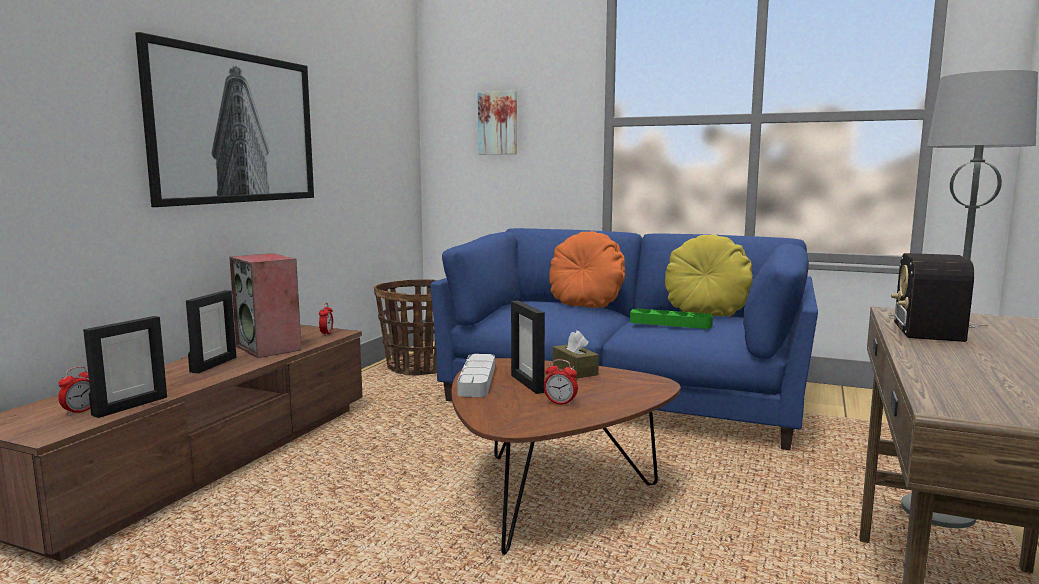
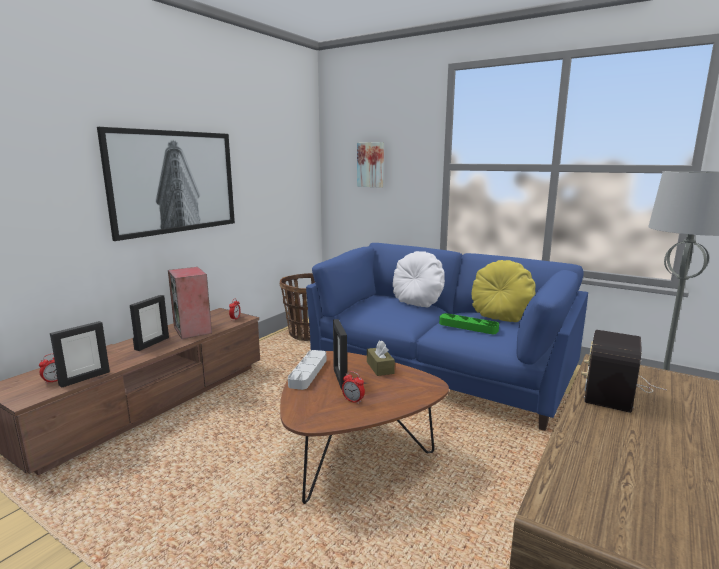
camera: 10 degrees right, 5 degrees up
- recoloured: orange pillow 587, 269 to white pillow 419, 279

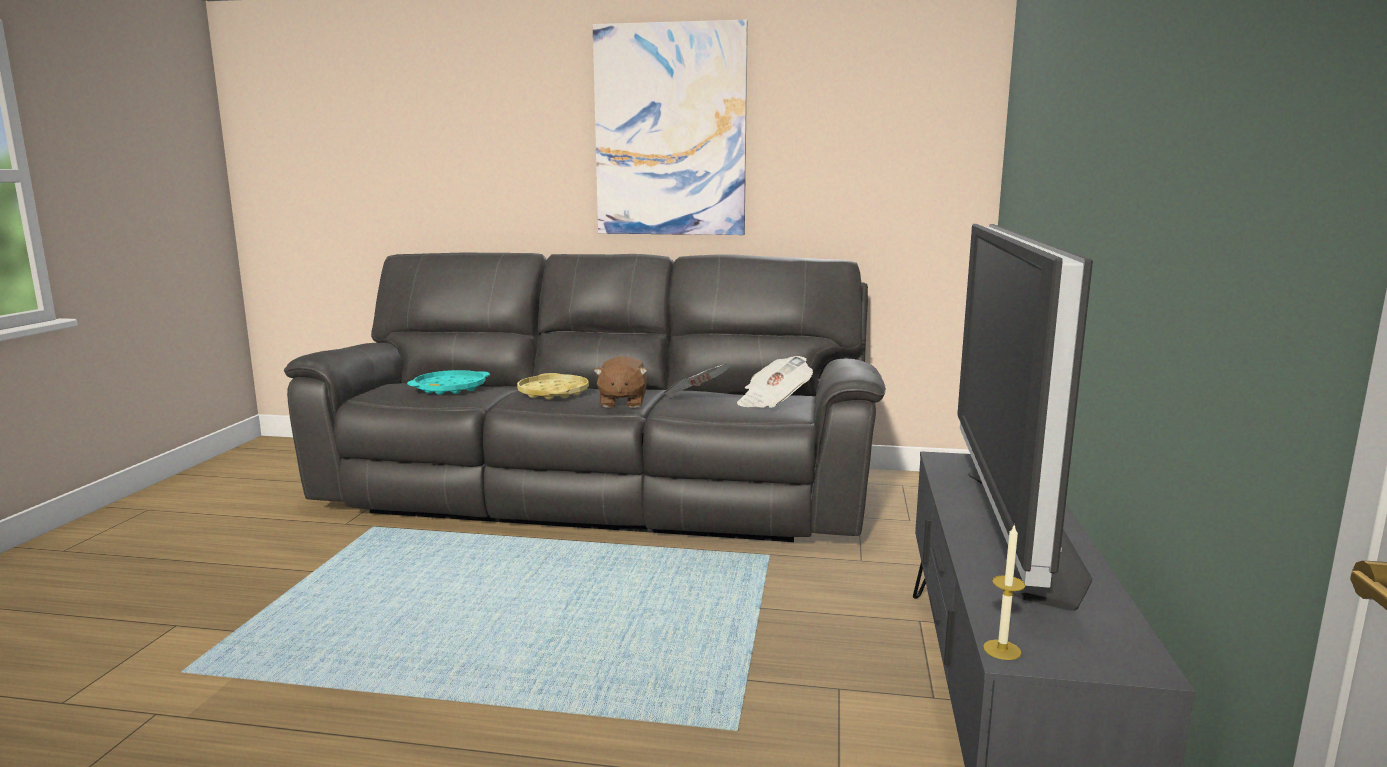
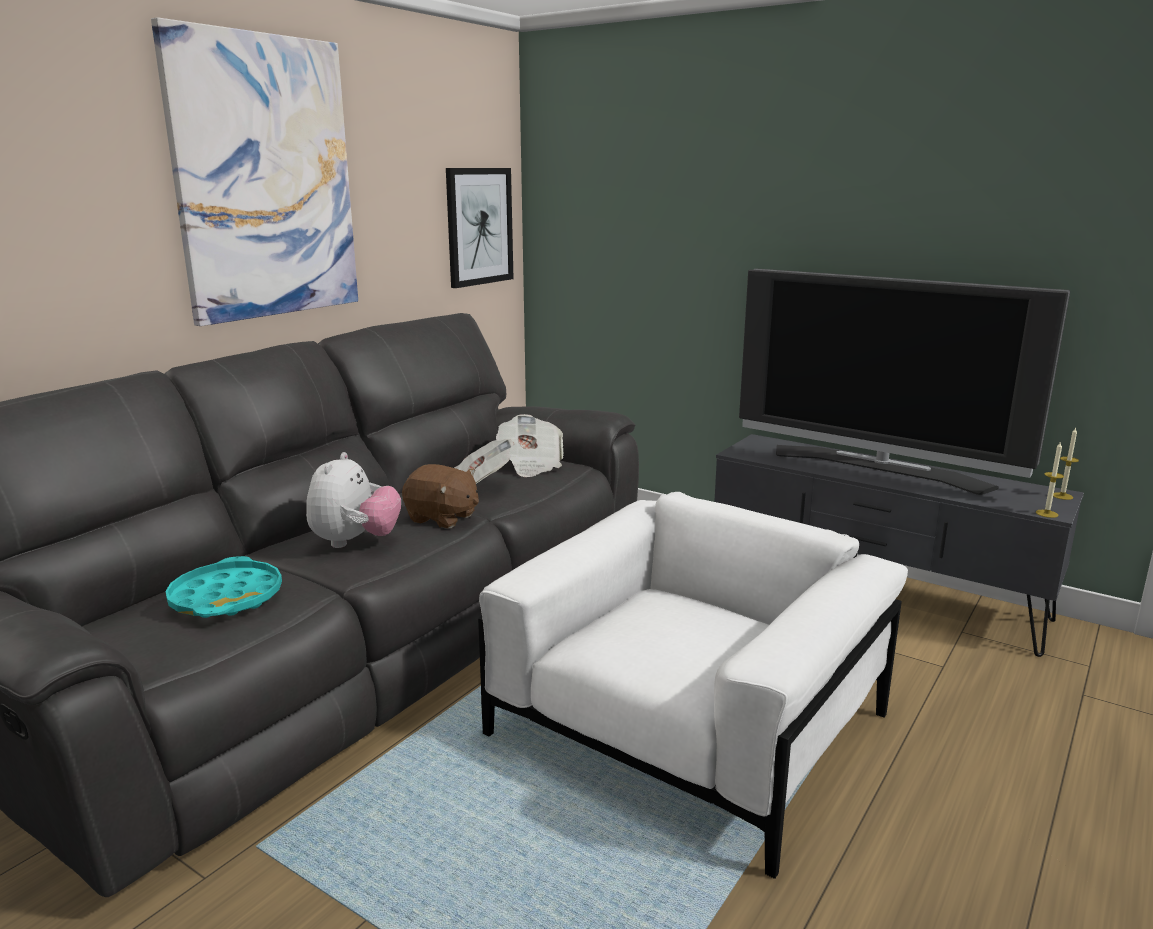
camera: 65 degrees left, 5 degrees up
- replaced: yellow tray 553, 386 to plush toy 353, 500
- added: picture 480, 228
- added: white armchair 693, 685
- added: candle 1066, 463

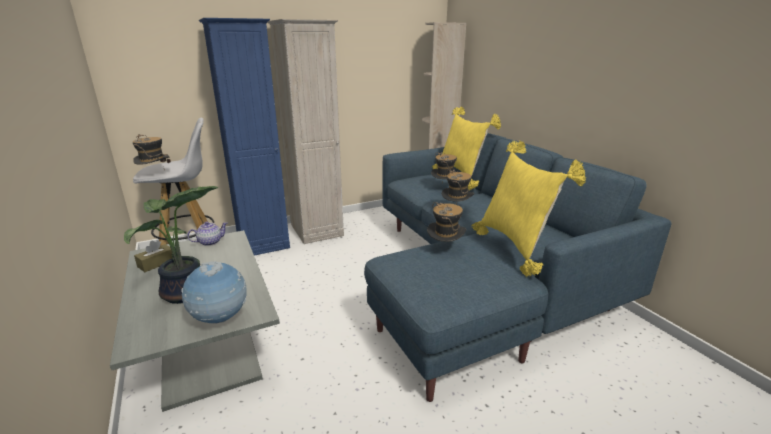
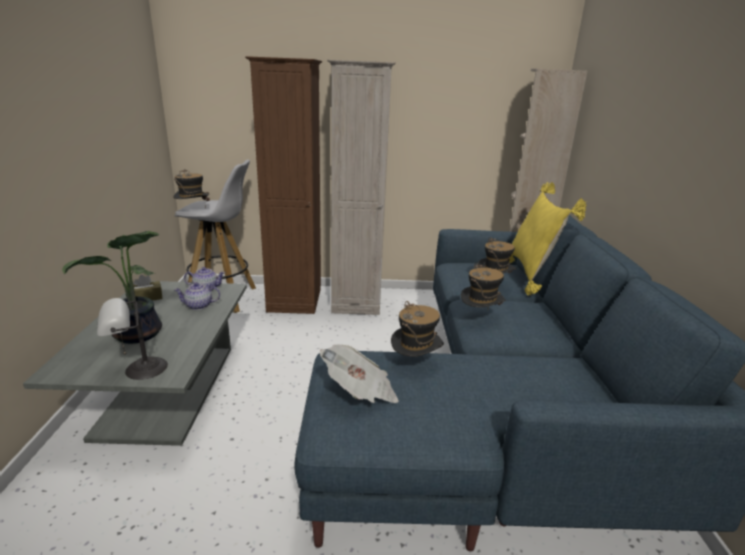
camera: 25 degrees right, 0 degrees up
- replaced: globe 214, 292 to table lamp 132, 339
- added: teapot 197, 296
- recoloured: blue cabinet 244, 137 to brown cabinet 283, 185
- added: newspaper 359, 374
- removed: yellow pillow 528, 208

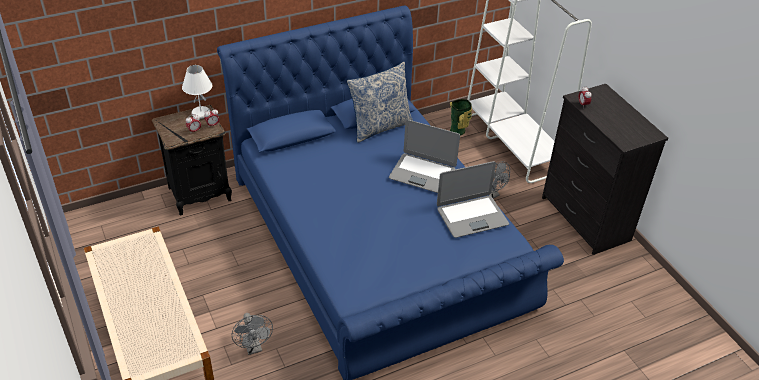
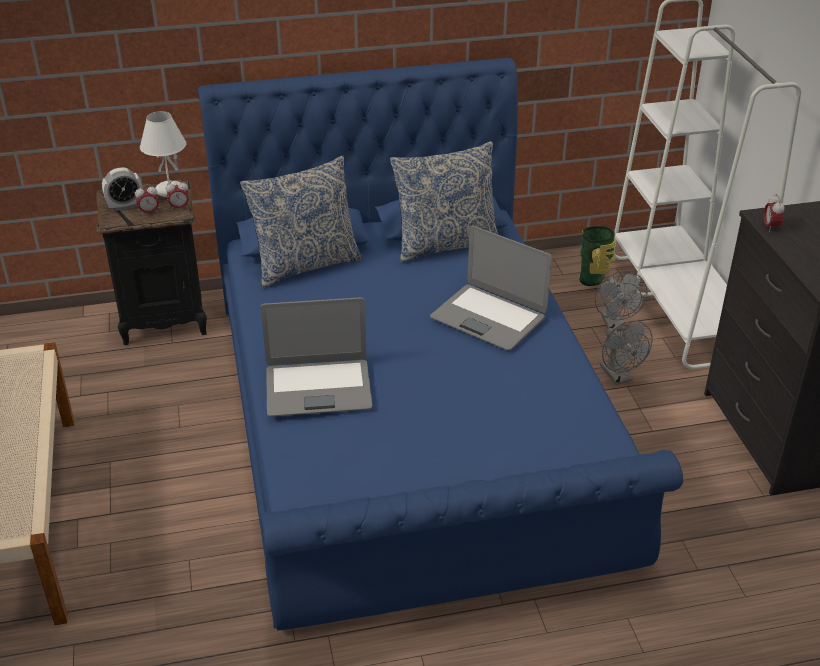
camera: 15 degrees right, 5 degrees down
- added: alarm clock 122, 189
- added: pillow 301, 221
- moved: laptop 473, 199 to 316, 357
- moved: grey fan 252, 334 to 621, 301

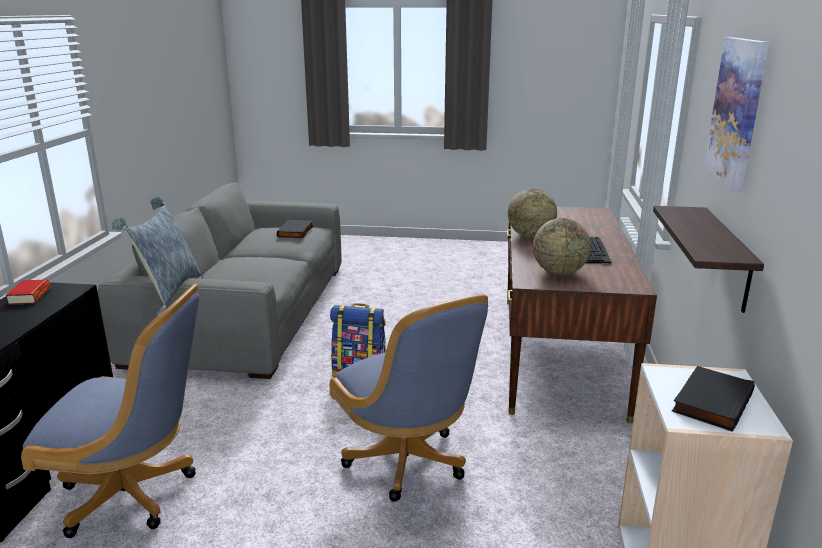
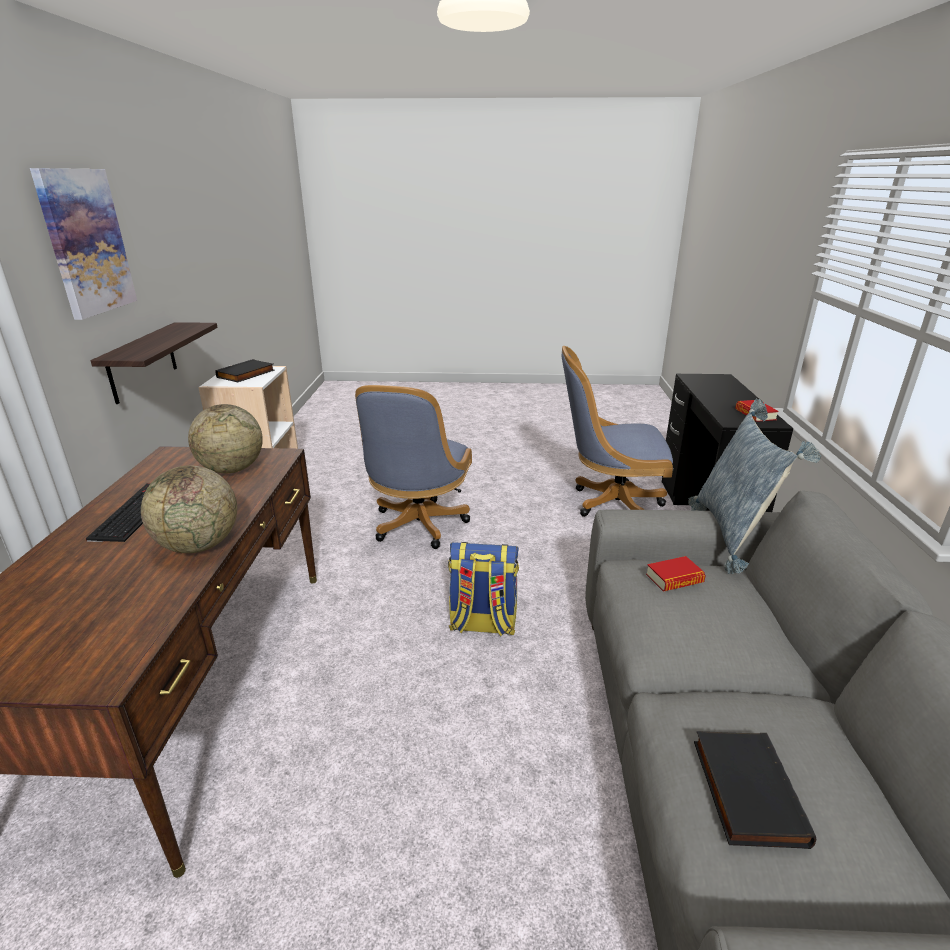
camera: 175 degrees right, 5 degrees up
- turned: blue office chair 408, 398 = 413, 467 135 degrees counterclockwise
- added: book 676, 574

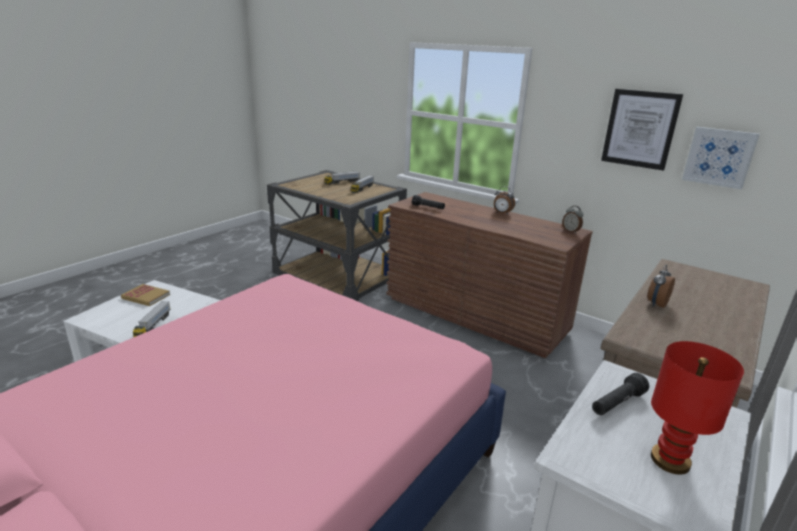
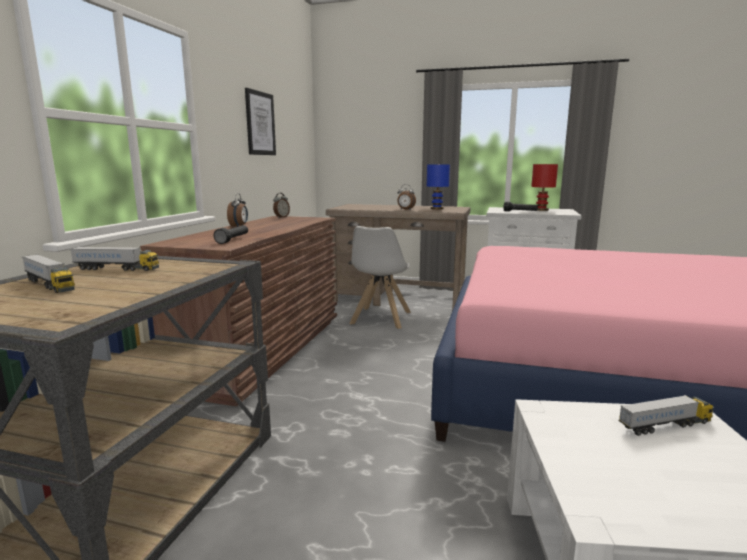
camera: 110 degrees left, 10 degrees down
- added: chair 380, 277
- added: blue table lamp 438, 186
- removed: book 145, 295
- removed: picture 721, 158

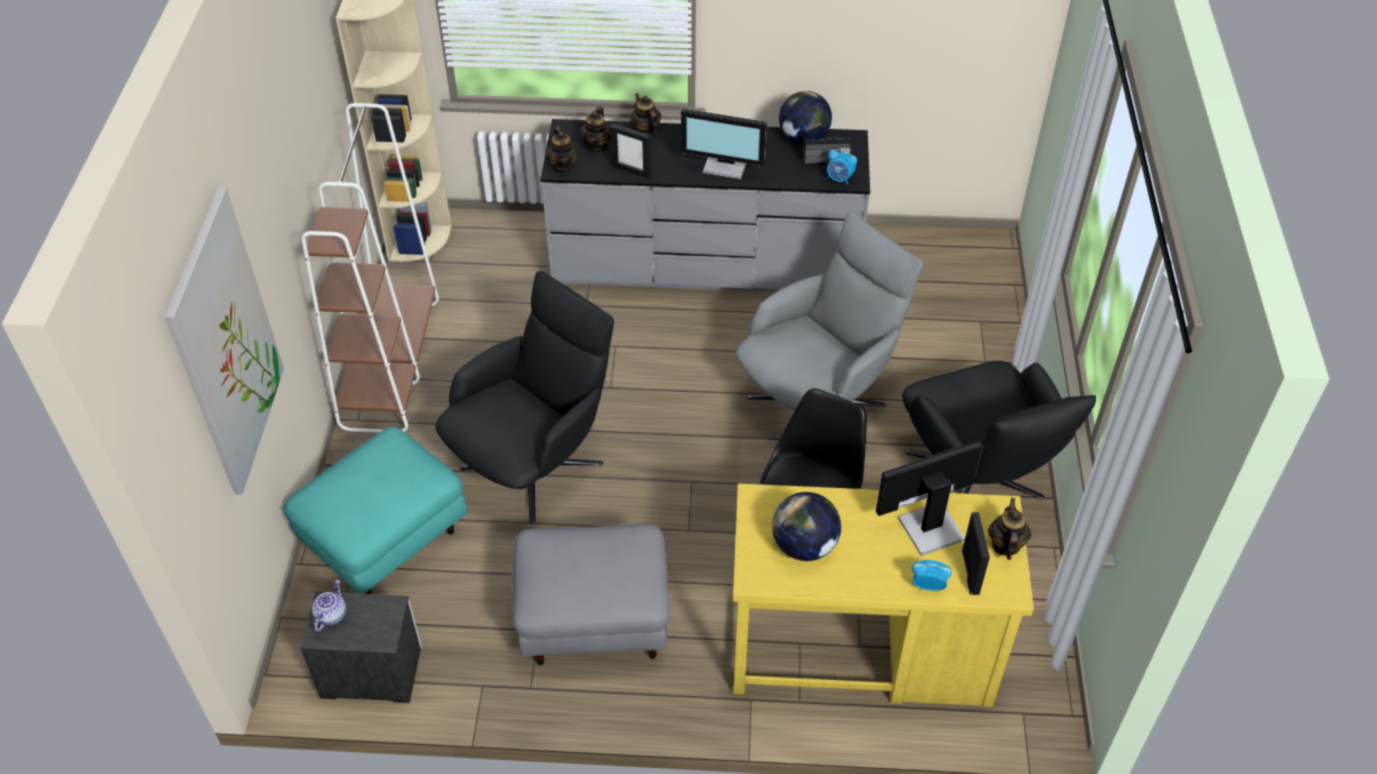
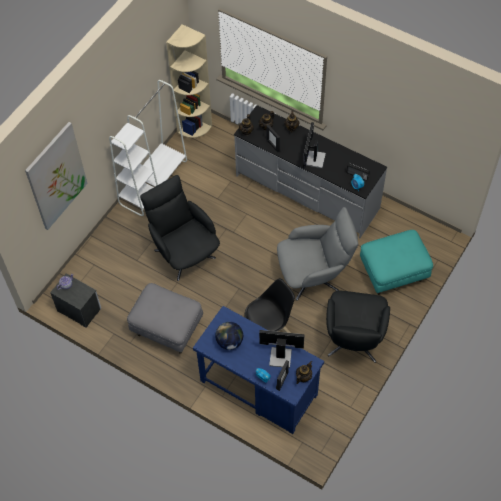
camera: 30 degrees right, 10 degrees up
- recoloured: brown clothes rack 370, 268 to white clothes rack 148, 148
- turned: black armchair 524, 397 = 180, 228 105 degrees counterclockwise
- recoloured: yellow desk 883, 595 to blue desk 258, 370
- turned: monitor 724, 143 = 314, 145 60 degrees clockwise
- moved: turquoise ottoman 375, 510 to 396, 262
- removed: globe 805, 118

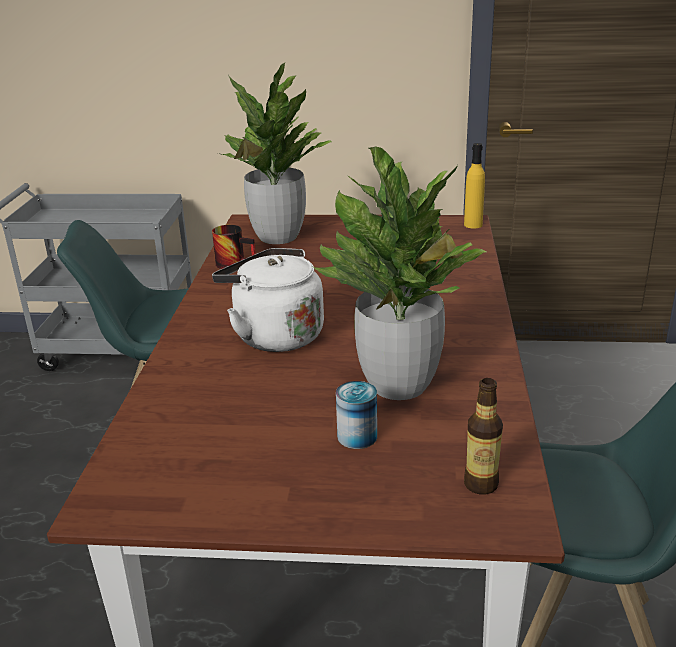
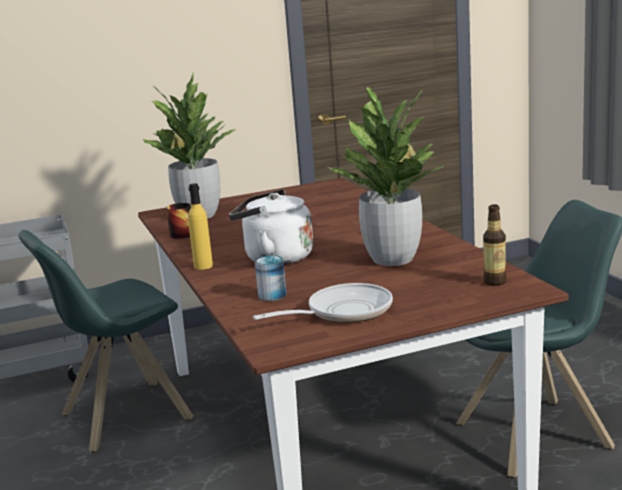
camera: 25 degrees left, 10 degrees down
- moved: yellow bottle 474, 186 to 200, 226
- added: frying pan 323, 303
- moved: can 356, 415 to 271, 278

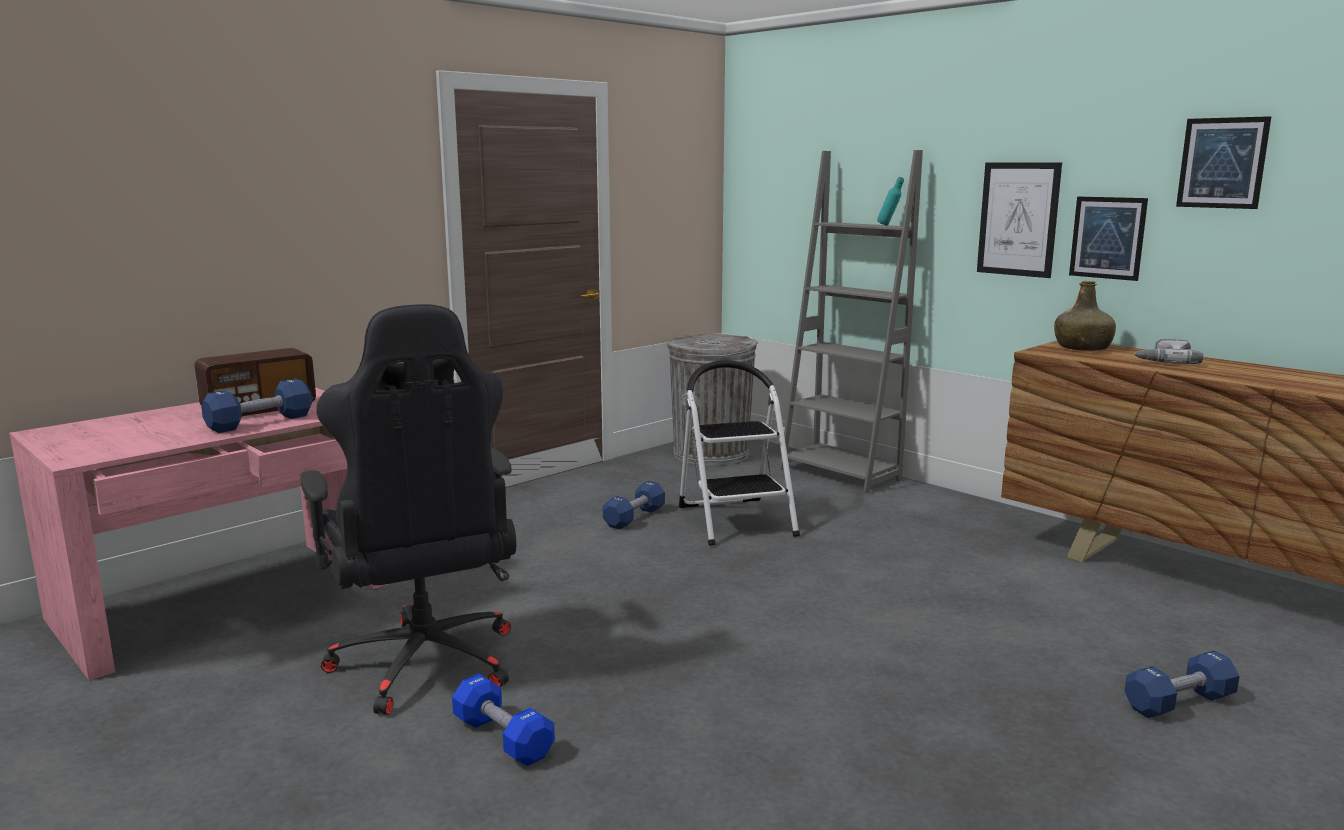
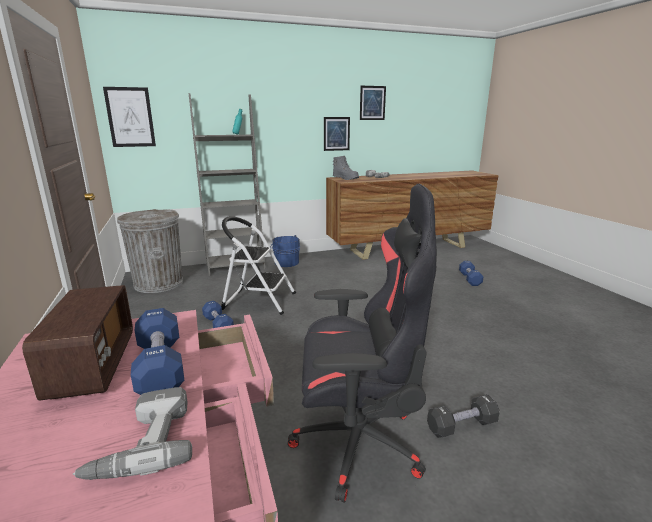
camera: 65 degrees left, 5 degrees up
- added: power drill 132, 433
- moved: picture 1019, 220 to 129, 117
- added: blue bucket 285, 251
- replaced: green bottle 1085, 316 to grey boot 346, 168
- recoloured: blue dumbbell 503, 720 to black dumbbell 463, 416

